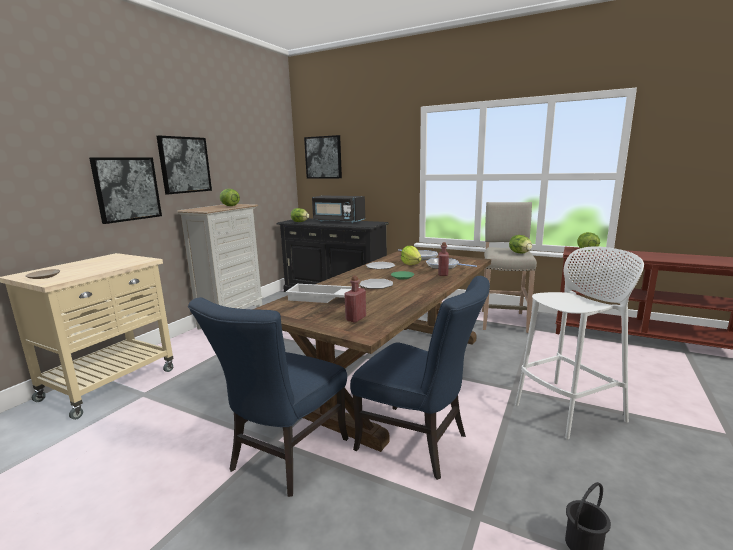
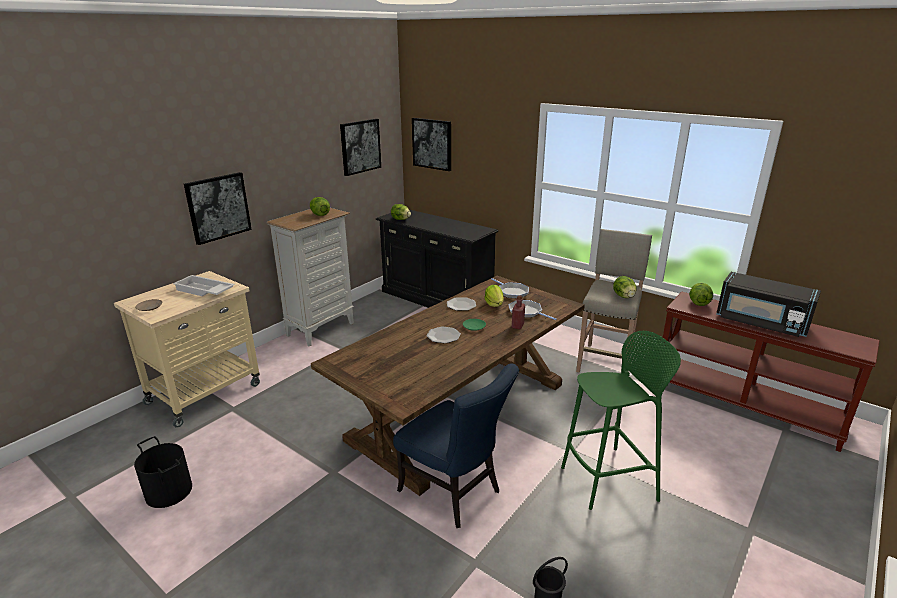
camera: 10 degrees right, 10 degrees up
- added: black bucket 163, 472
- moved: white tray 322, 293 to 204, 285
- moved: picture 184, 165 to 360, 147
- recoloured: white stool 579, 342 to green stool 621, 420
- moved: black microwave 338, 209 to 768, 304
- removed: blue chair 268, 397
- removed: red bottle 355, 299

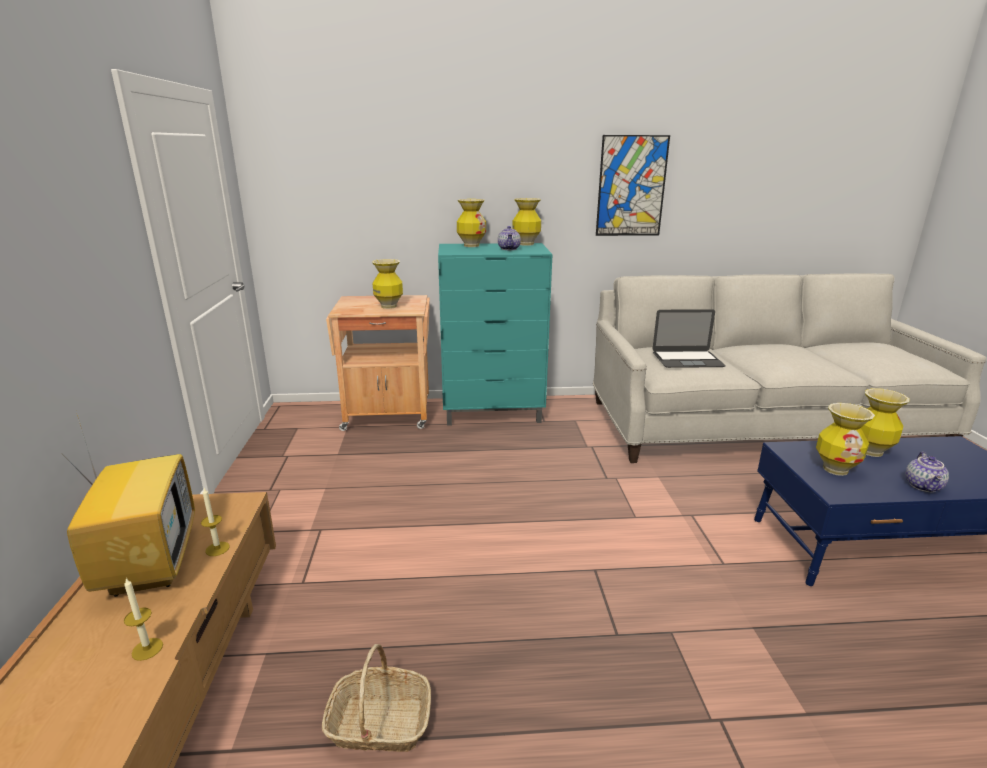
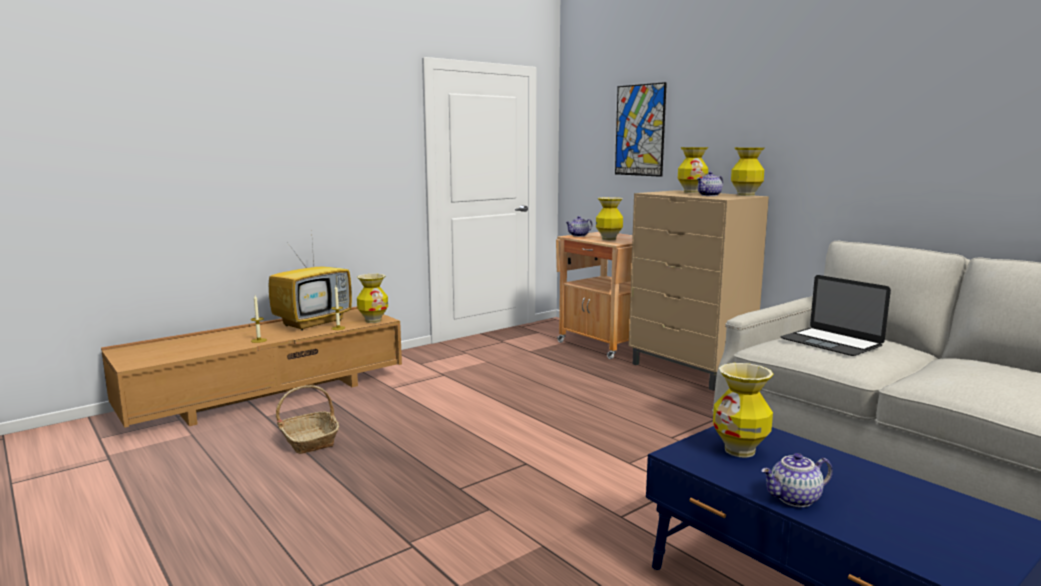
camera: 55 degrees right, 10 degrees down
- moved: vase 885, 422 to 372, 298
- added: teapot 579, 226
- moved: picture 633, 185 to 641, 129
- recoloured: turquoise dresser 495, 334 to beige dresser 699, 290

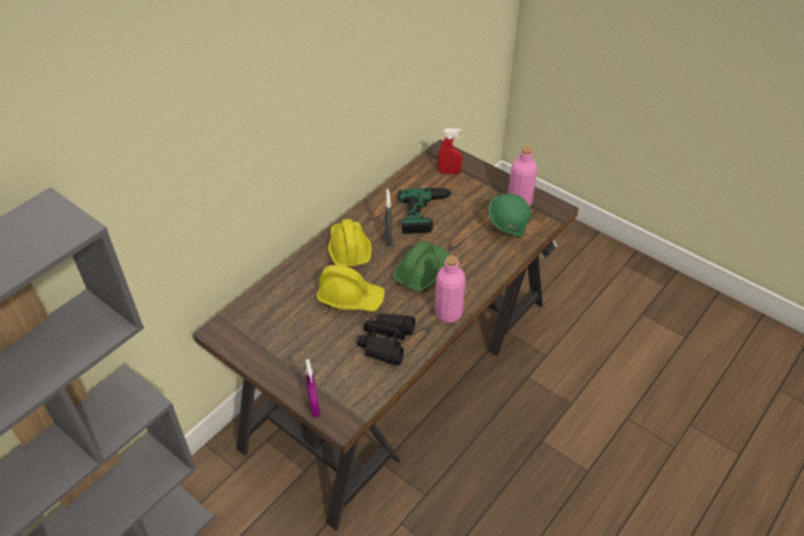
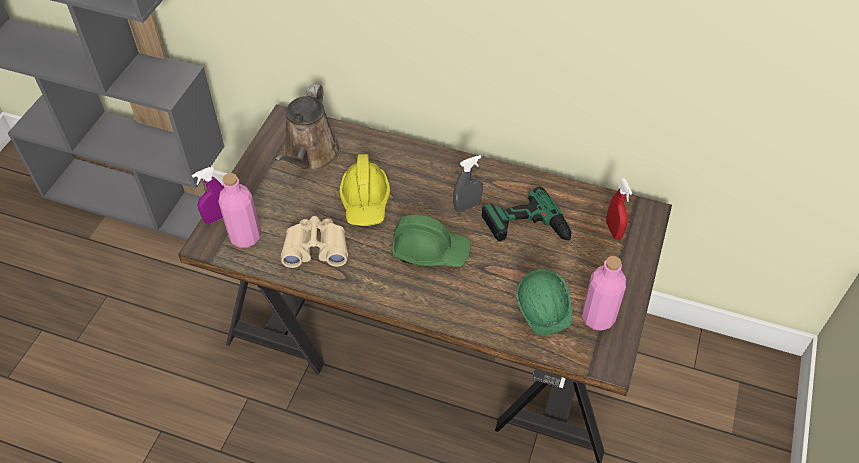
camera: 70 degrees right, 5 degrees up
- moved: pink bottle 450, 289 to 239, 210
- added: brown watering can 307, 128
- recoloured: black binoculars 386, 339 to beige binoculars 314, 242
- removed: yellow hard hat 350, 243

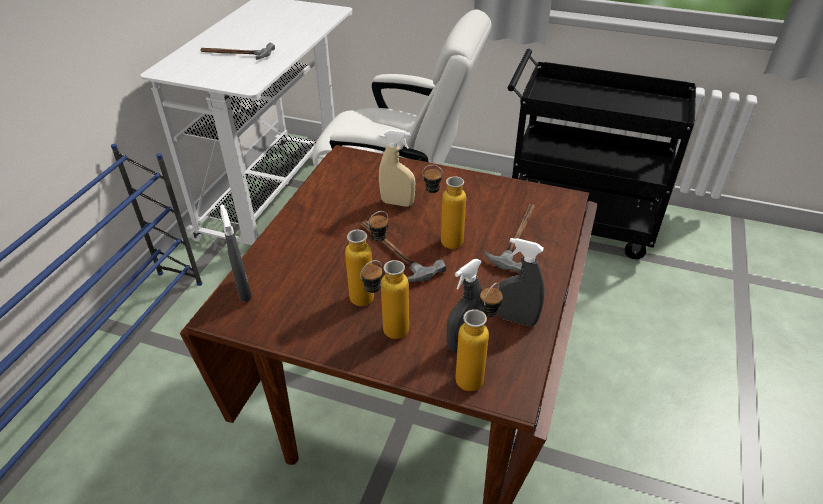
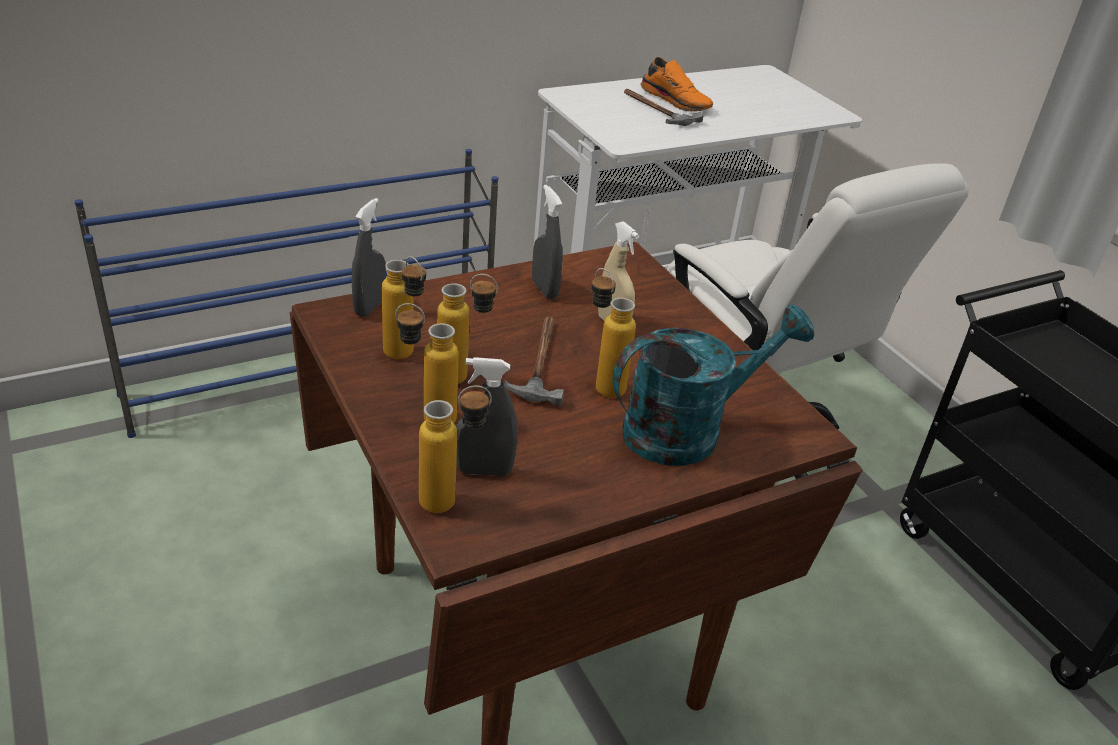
camera: 40 degrees right, 5 degrees down
- added: bottle 403, 308
- moved: grey spray bottle 521, 282 to 547, 242
- replaced: hammer 510, 239 to turquoise watering can 713, 385
- added: orange shoe 677, 84

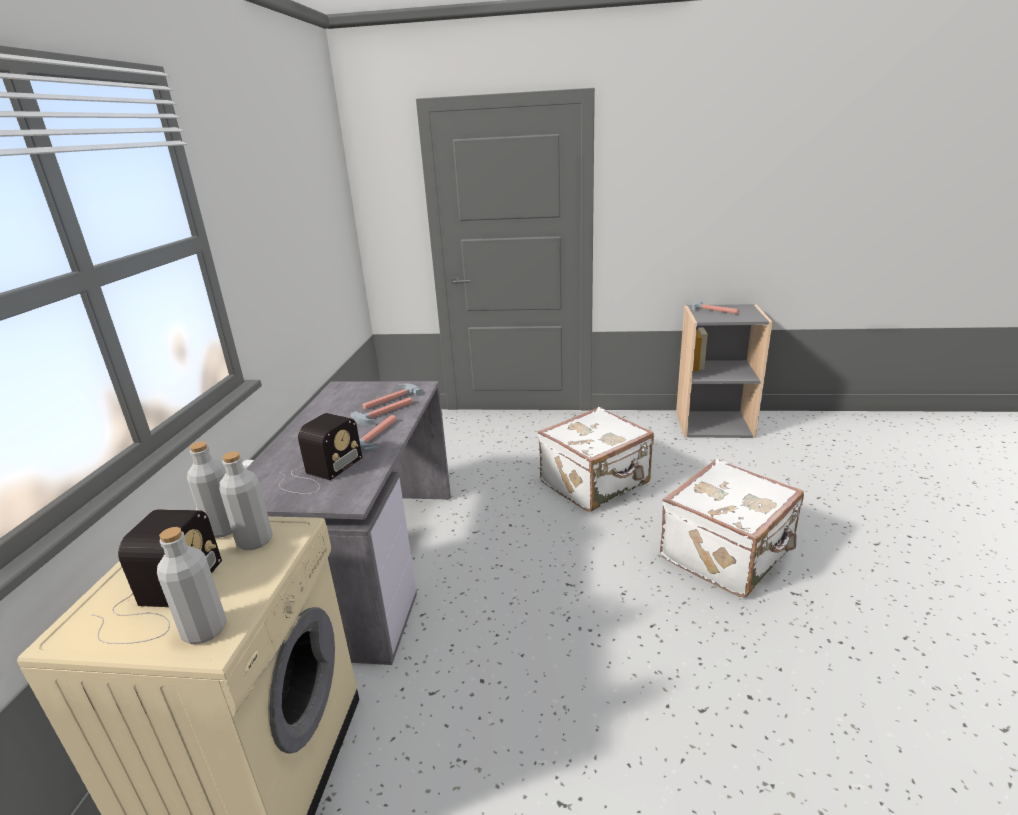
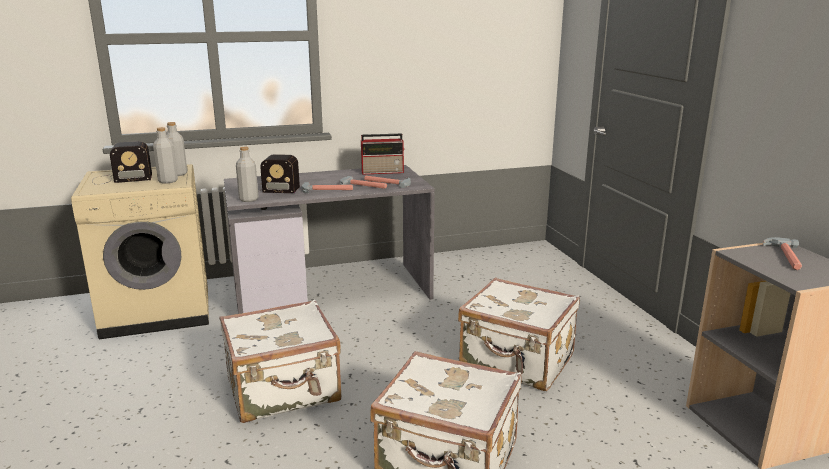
camera: 65 degrees right, 5 degrees down
- added: white suitcase 280, 361
- moved: grey bottle 192, 585 to 247, 174
- added: radio 383, 154

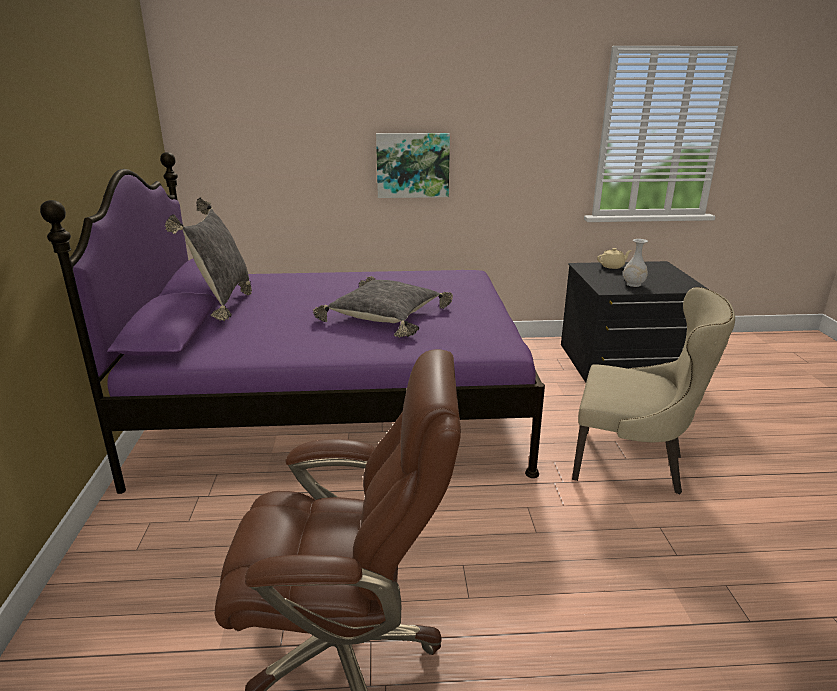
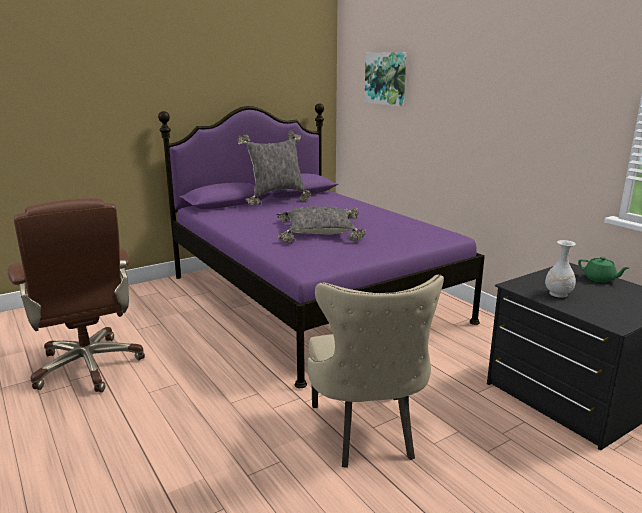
camera: 60 degrees right, 5 degrees down
- moved: picture 413, 165 to 386, 79
- recoloured: beige teapot 614, 258 to green teapot 603, 270

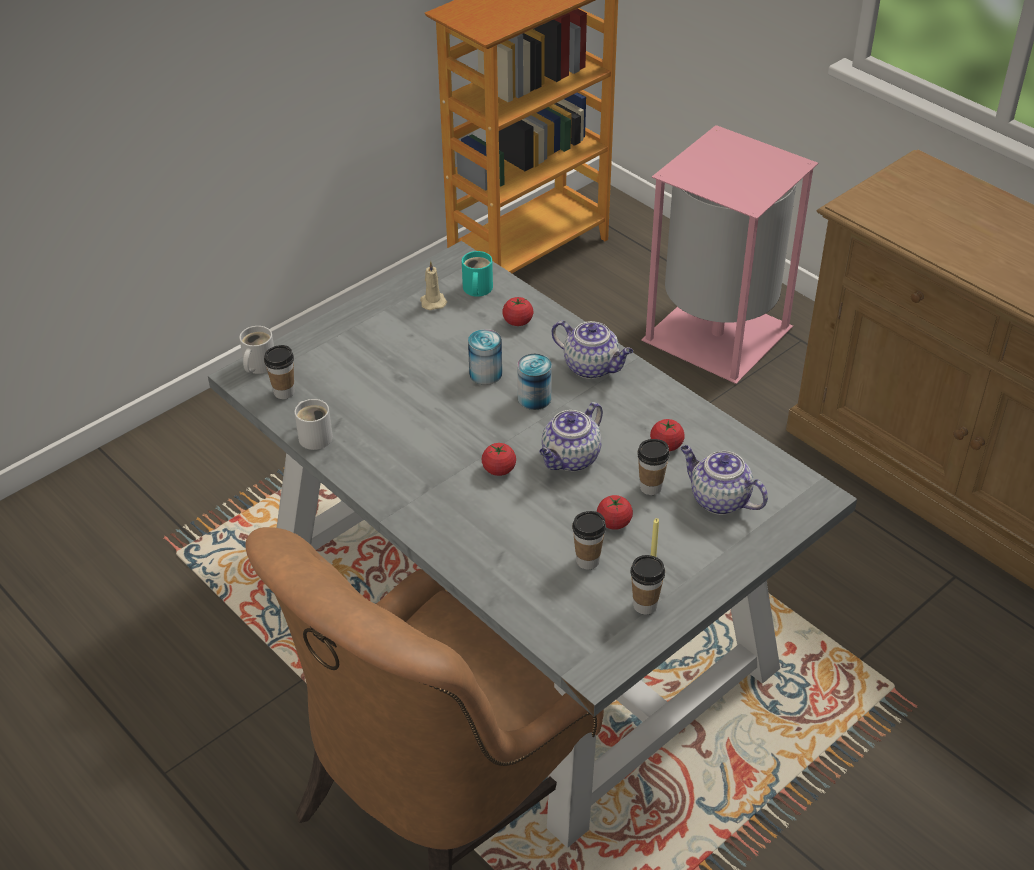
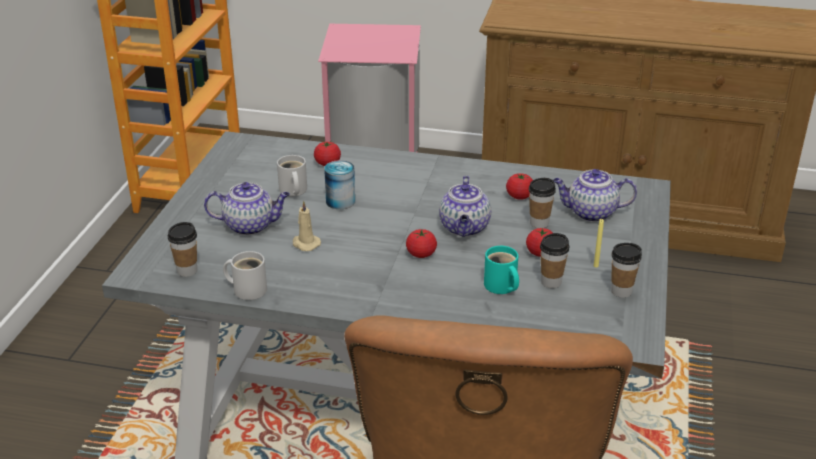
camera: 35 degrees left, 10 degrees down
- moved: teapot 592, 349 to 247, 208
- moved: white mug 256, 350 to 292, 176
- moved: beige candle 433, 285 to 307, 225
- moved: turquoise mug 477, 274 to 501, 270
- removed: can 534, 382

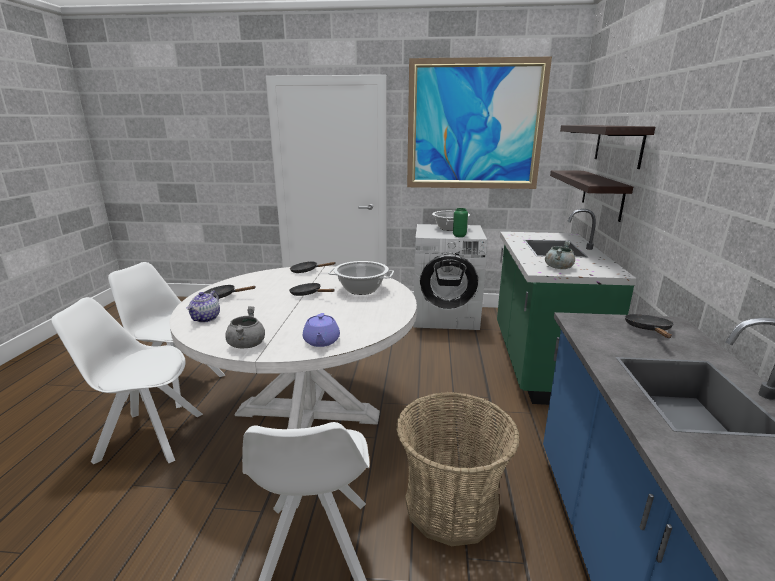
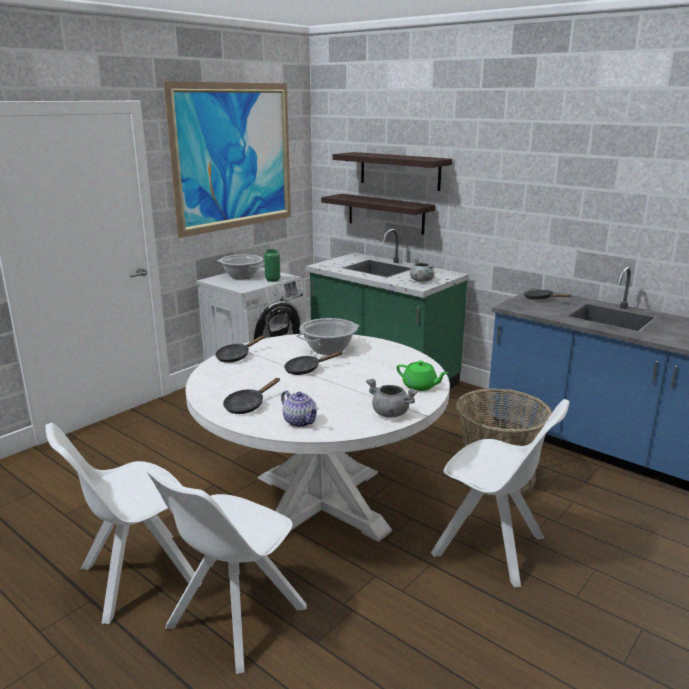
camera: 55 degrees left, 0 degrees up
- recoloured: purple teapot 321, 330 to green teapot 422, 376

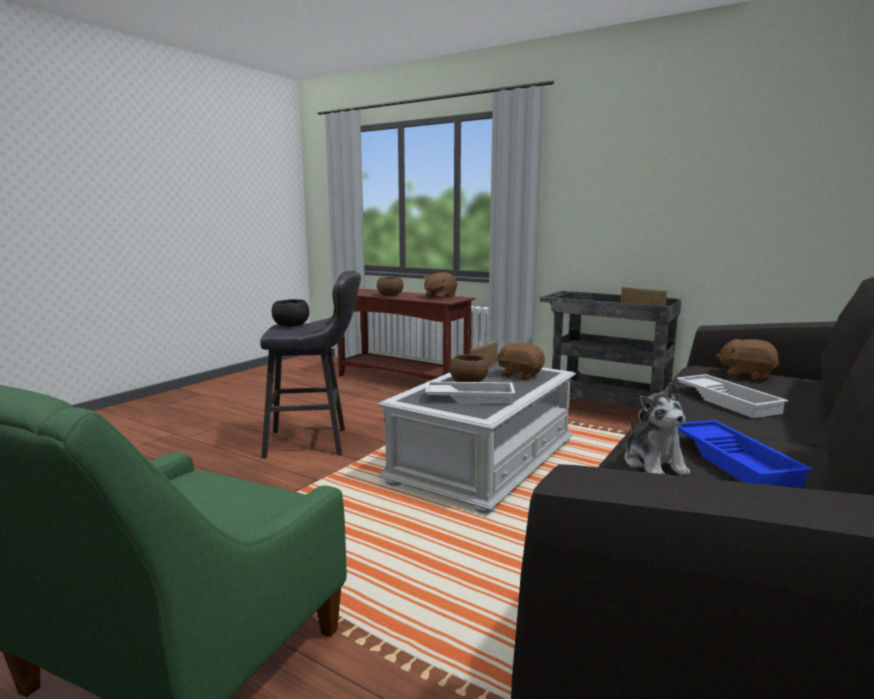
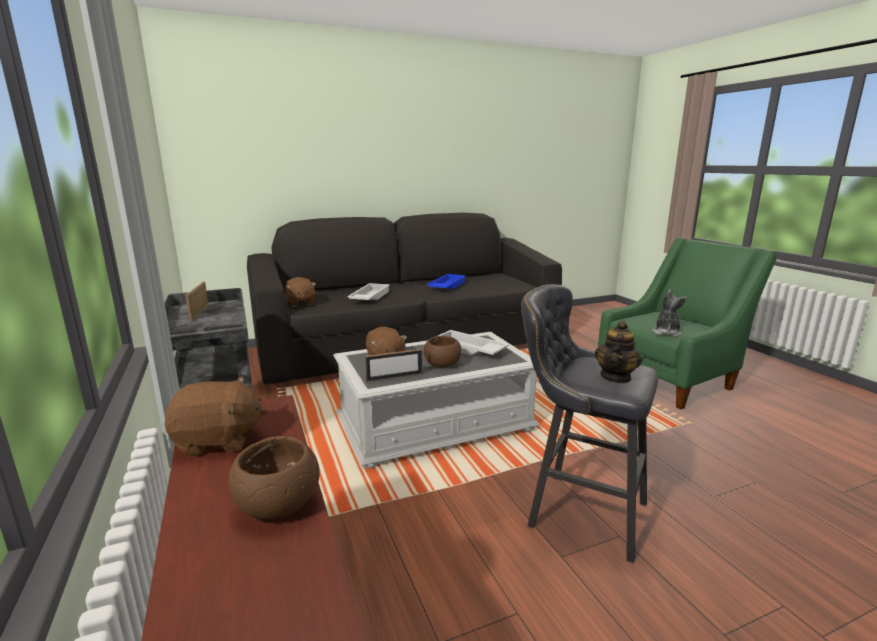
camera: 145 degrees left, 5 degrees up
- replaced: black bowl 291, 313 to teapot 619, 351
- moved: plush toy 657, 429 to 669, 313

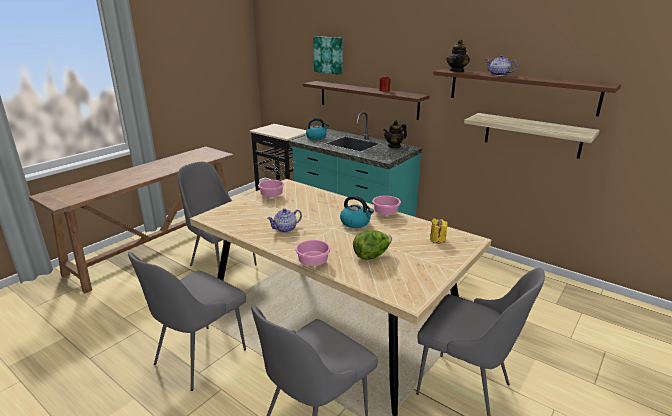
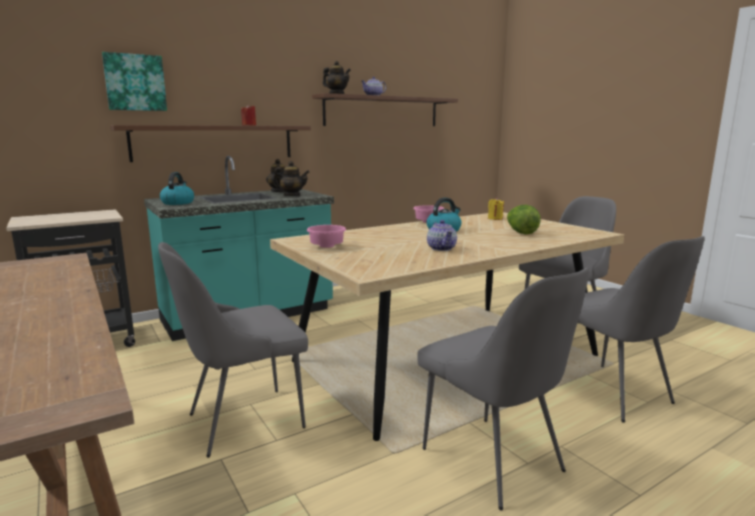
camera: 70 degrees left, 10 degrees down
- added: teapot 291, 178
- removed: pink bowl 313, 253
- removed: shelf 532, 136

